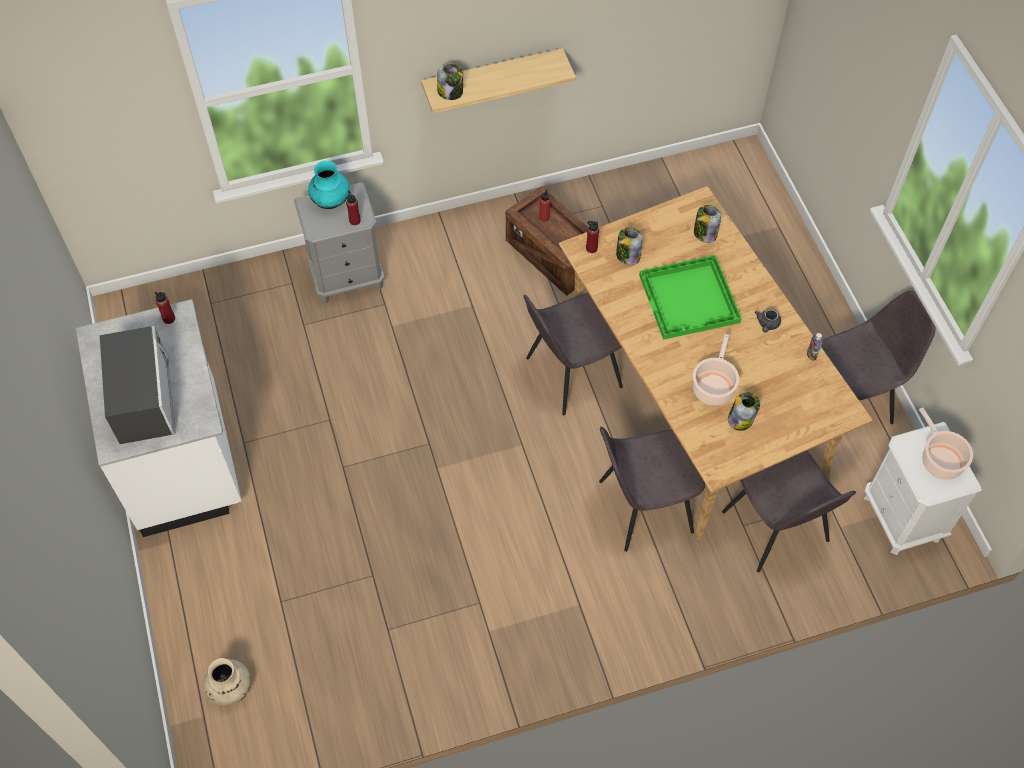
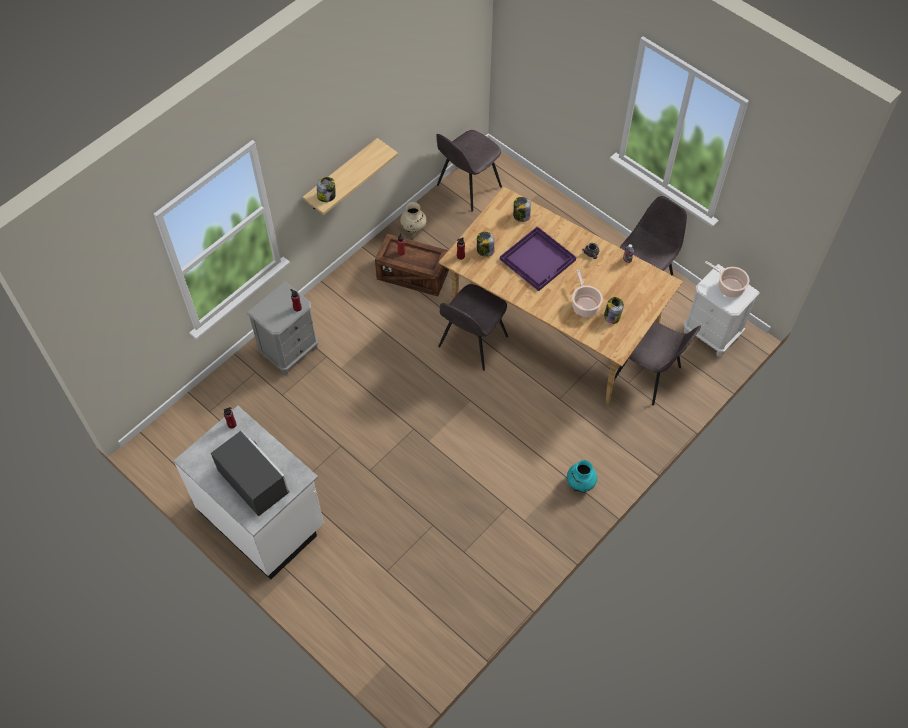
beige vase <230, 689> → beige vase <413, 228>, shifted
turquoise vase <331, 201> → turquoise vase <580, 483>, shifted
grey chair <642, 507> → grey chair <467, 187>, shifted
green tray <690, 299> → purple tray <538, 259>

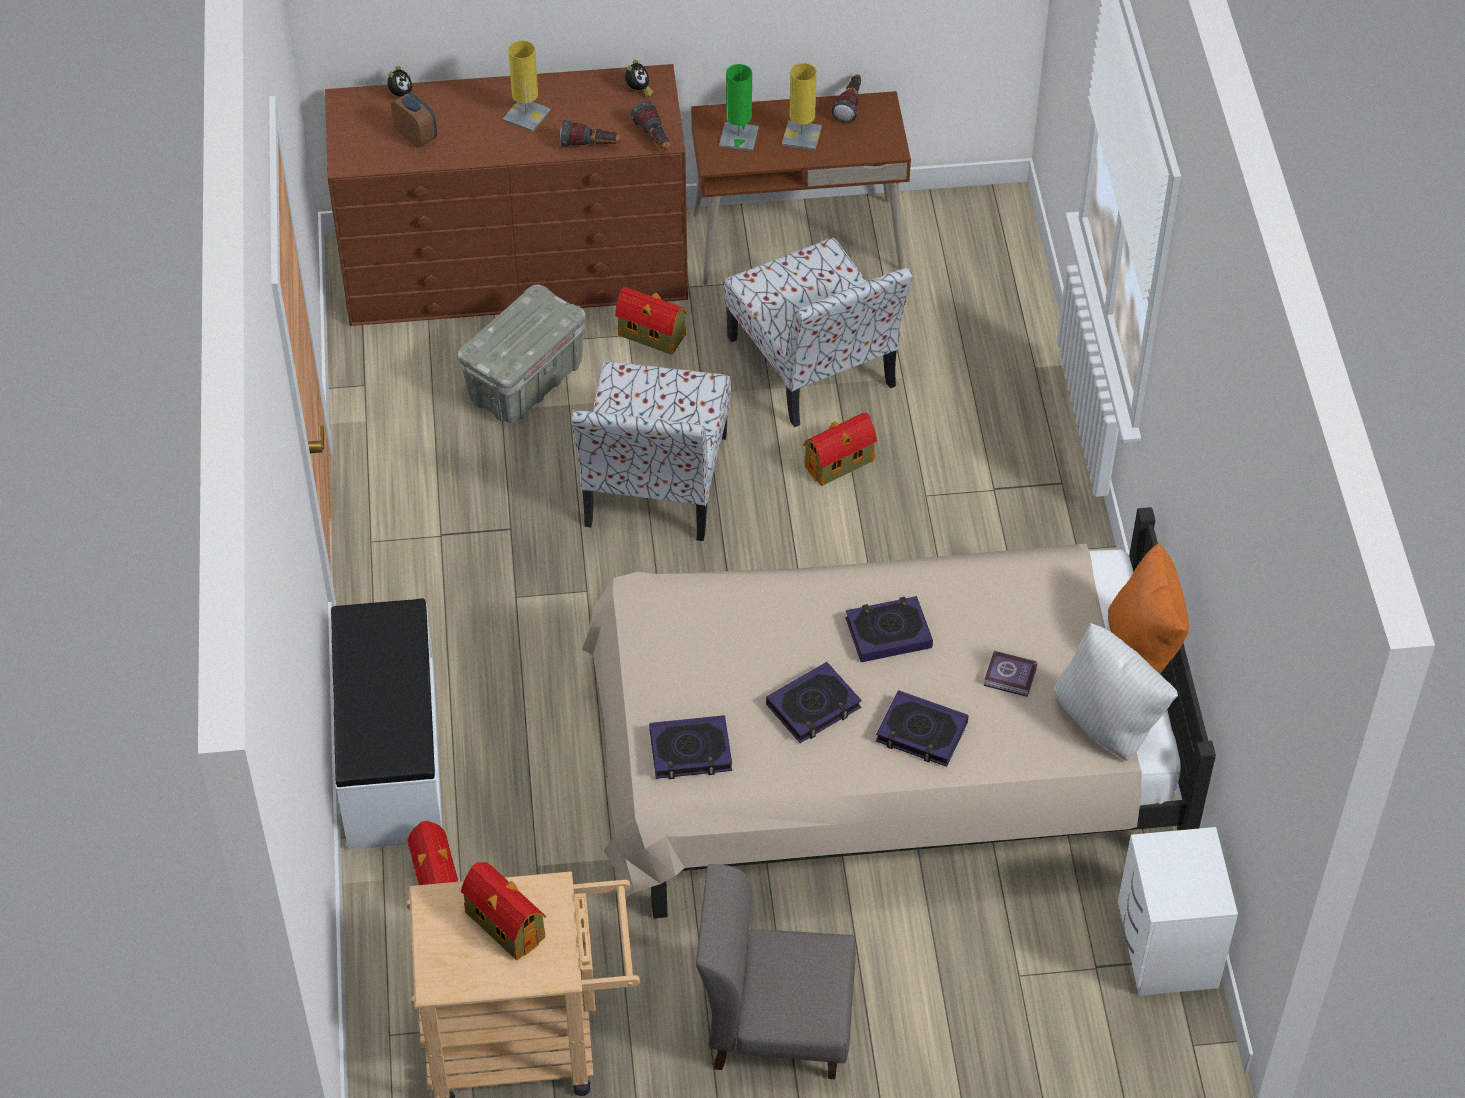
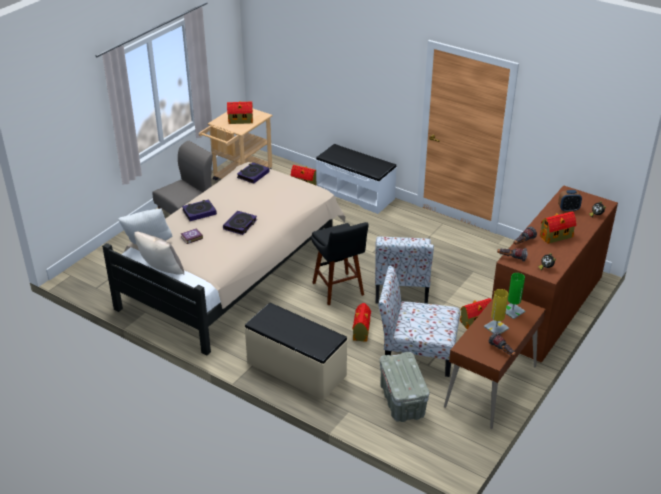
book <813, 707> → -
white nightstand <1166, 951> → -
- → beige bench <296, 369>
- → black stool <339, 290>
grey storage box <526, 381> → grey storage box <402, 401>, shifted
yellow table lamp <526, 115> → toy house <557, 236>
orange pillow <1142, 650> → beige pillow <161, 270>
chair <655, 483> → chair <401, 286>, 135 degrees counterclockwise

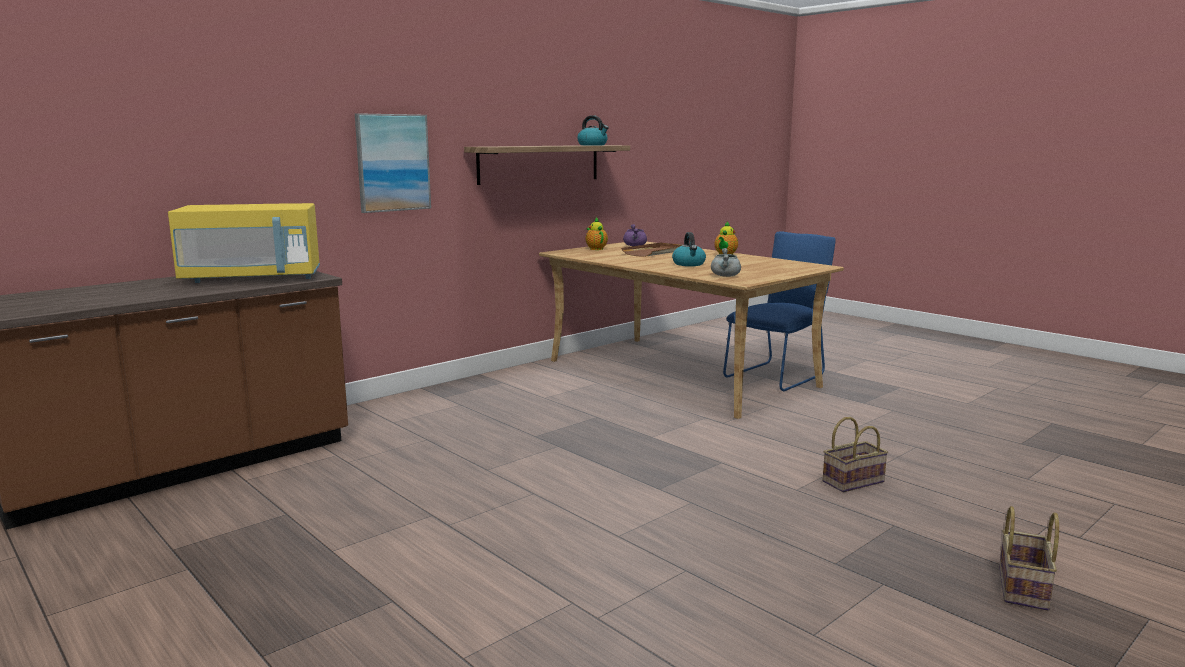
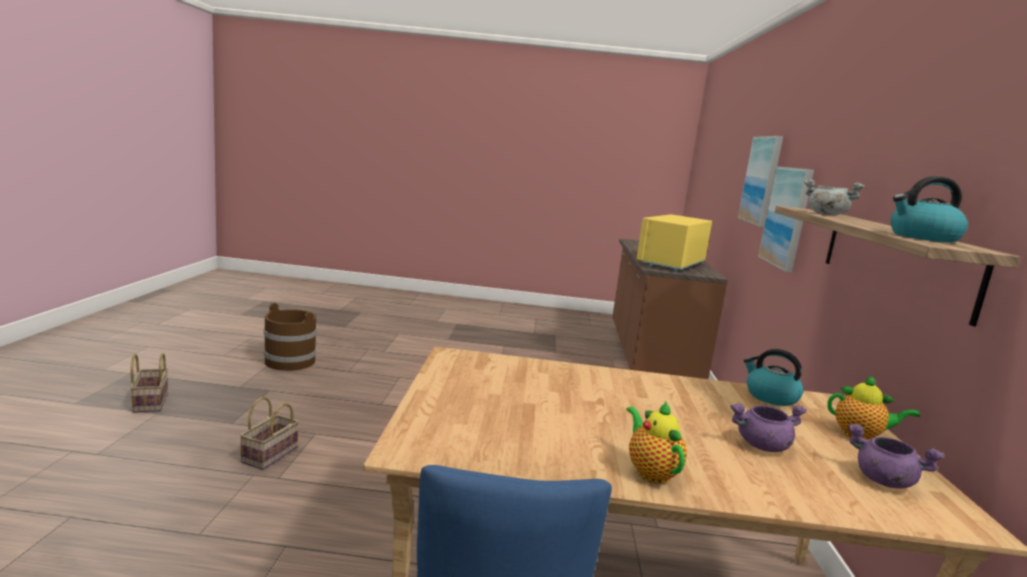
- → brown bucket <290, 361>
- → picture <761, 180>
kettle <689, 264> → kettle <770, 396>, shifted
grey cooking pot <725, 276> → grey cooking pot <825, 214>, shifted
brown tray <655, 252> → purple cooking pot <762, 446>

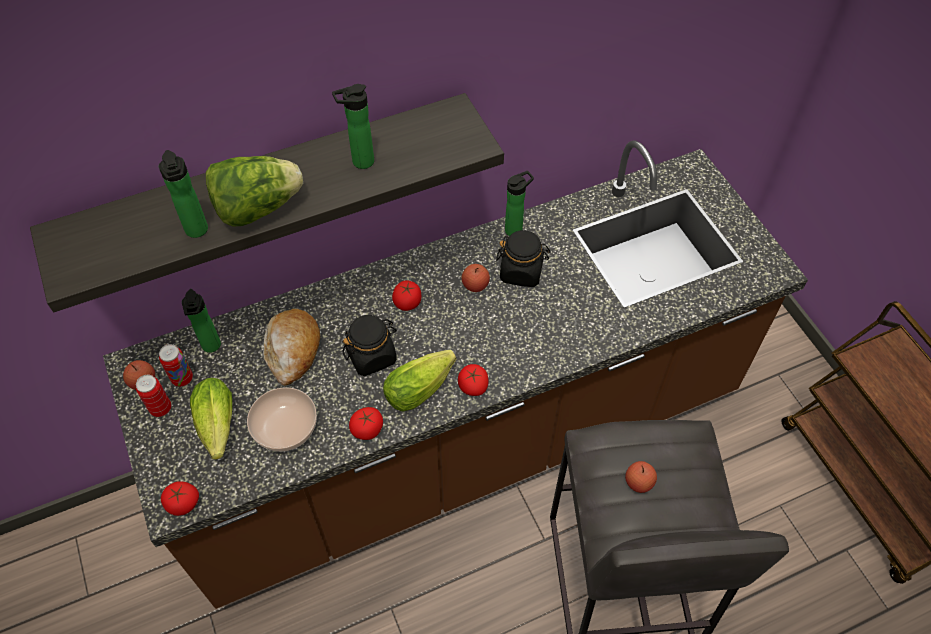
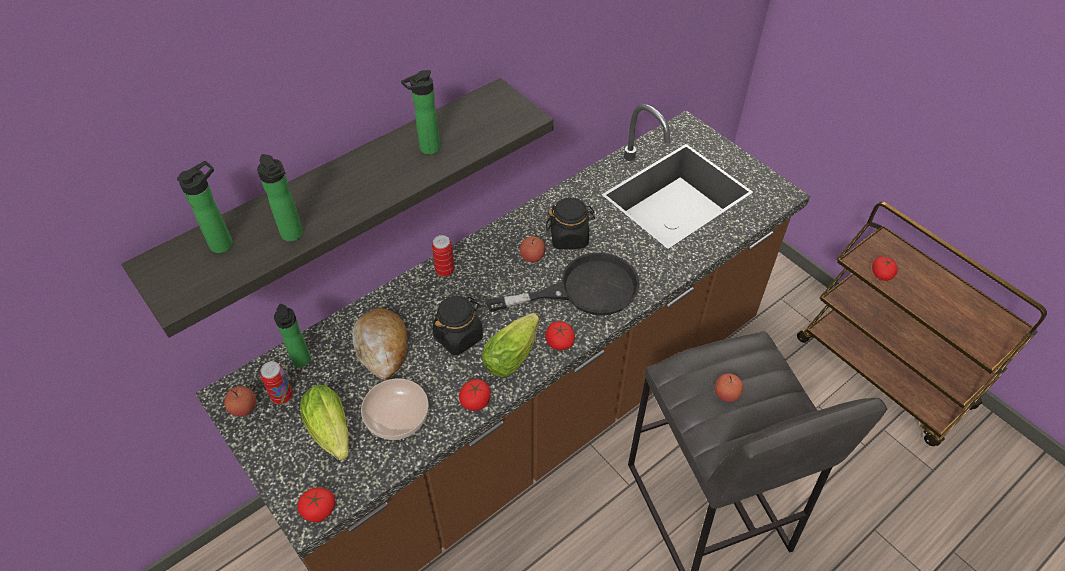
lettuce <257, 208> → -
- → black frying pan <584, 290>
can <161, 408> → can <445, 270>, shifted
tomato <407, 302> → tomato <881, 274>, shifted
bottle <516, 229> → bottle <224, 243>, shifted

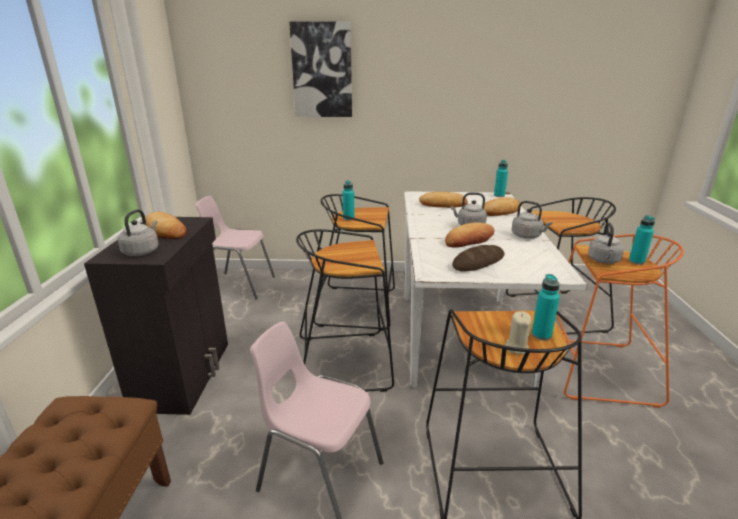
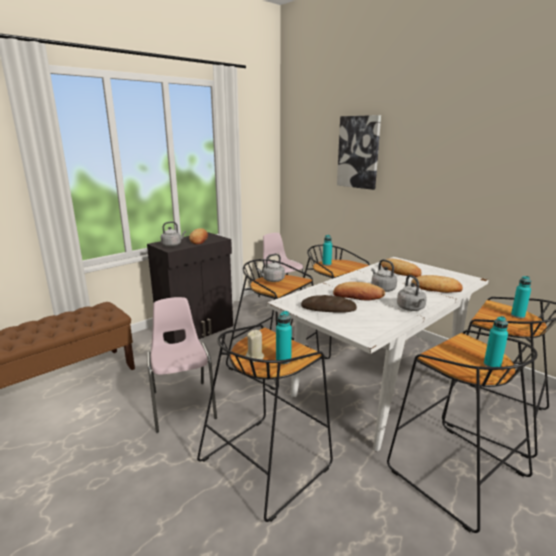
turquoise bottle <499, 195> → turquoise bottle <517, 315>, shifted
grey kettle <603, 261> → grey kettle <272, 280>, shifted
orange stool <596, 371> → black stool <453, 472>

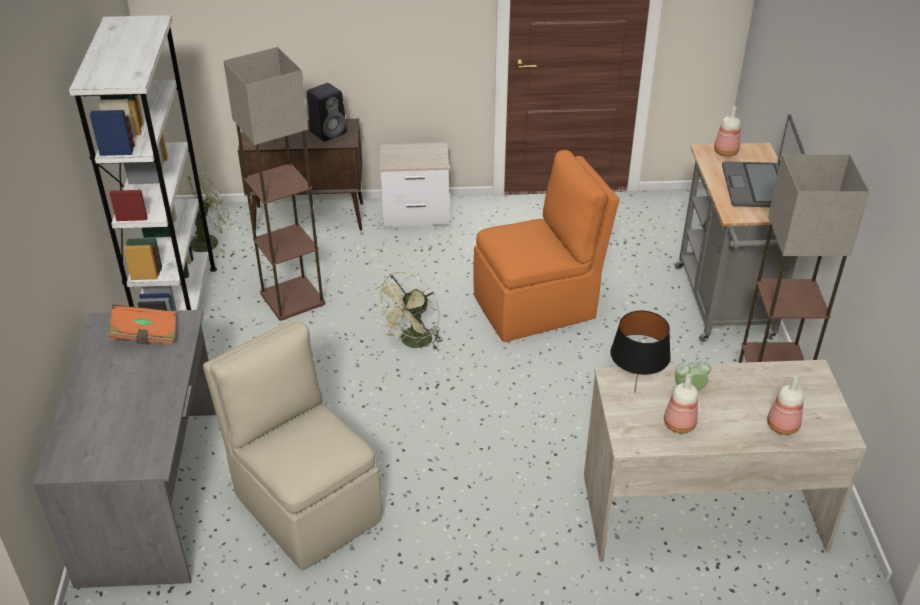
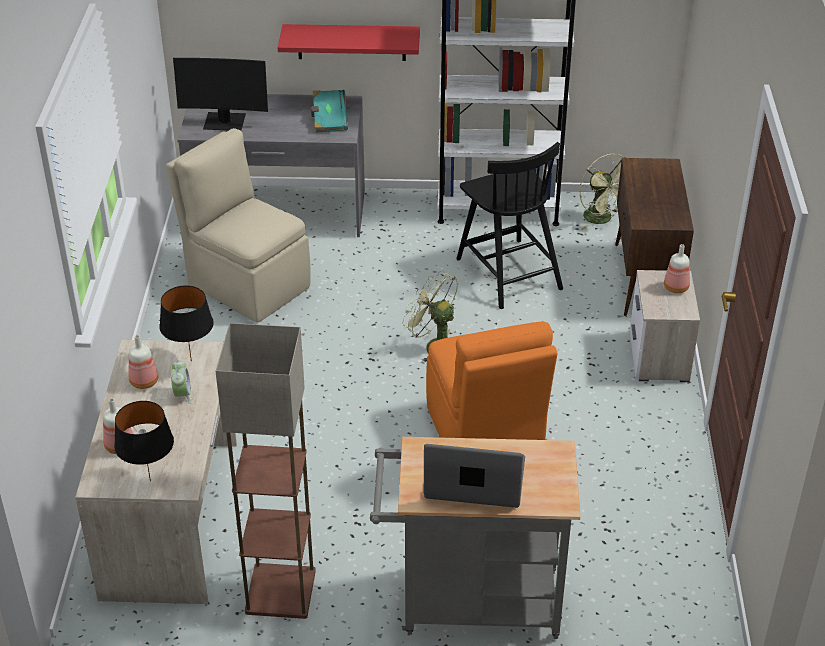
black speaker <329, 132> → -
- → black table lamp <149, 481>
- → monitor <225, 122>
- → red shelf <351, 42>
bottle <725, 151> → bottle <676, 287>, shifted
floor lamp <294, 299> → black chair <508, 272>
orange book <145, 335> → turquoise book <329, 120>
beige chair <306, 505> → beige chair <247, 283>, 105 degrees counterclockwise

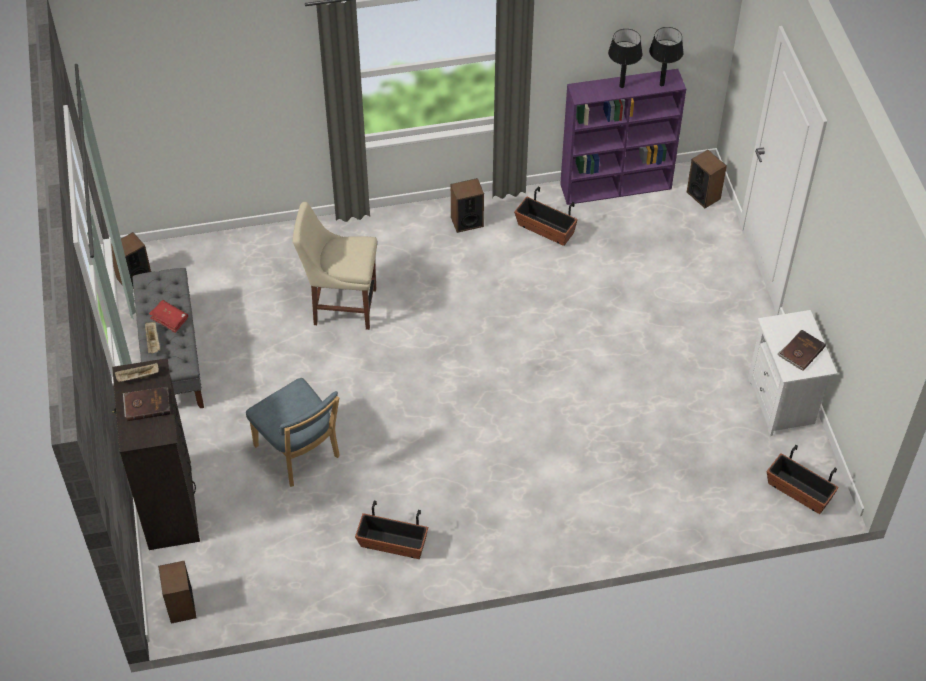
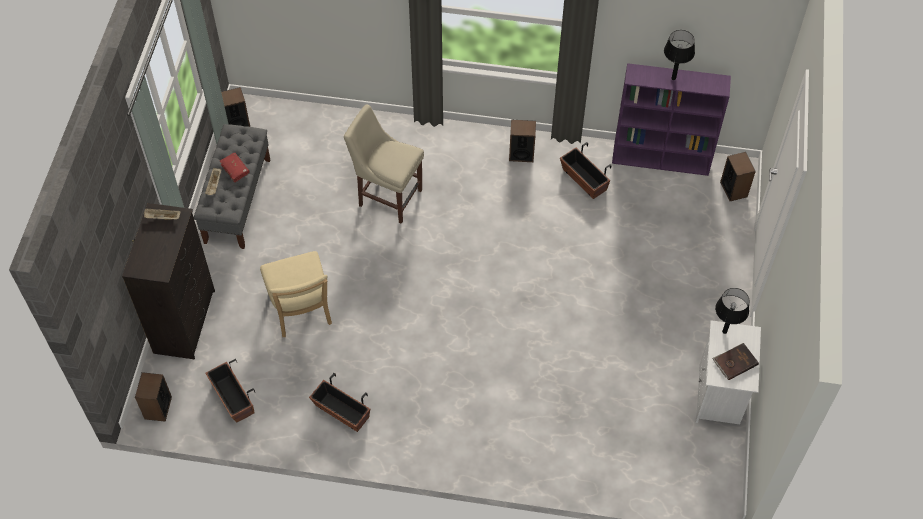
brown book <147, 404> → -
black table lamp <661, 84> → black table lamp <724, 331>, shifted
planter <799, 492> → planter <233, 398>, shifted
blue chair <299, 454> → beige chair <301, 312>

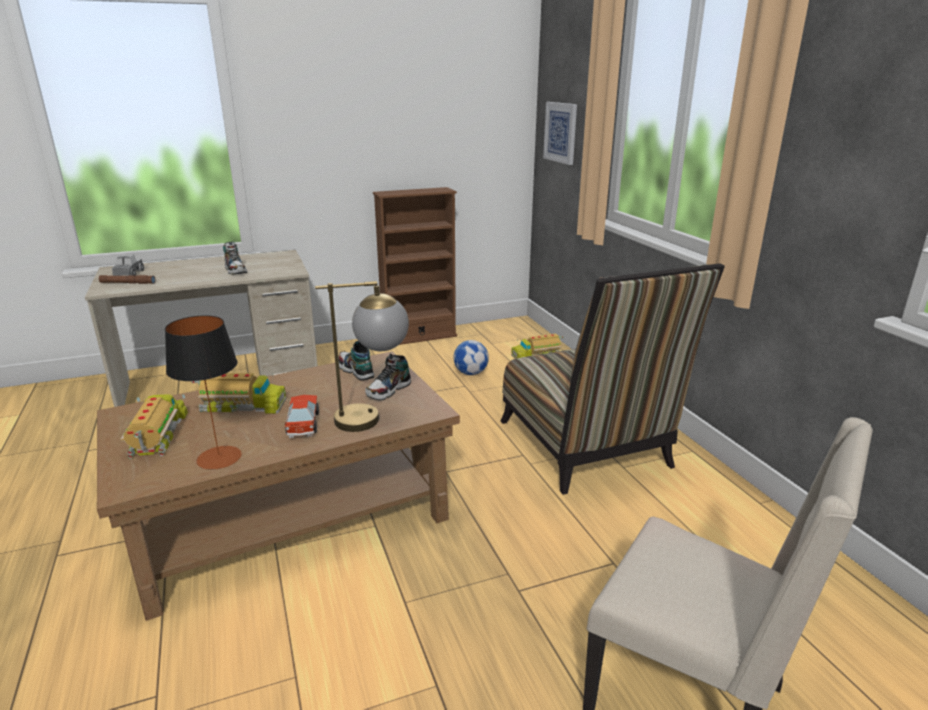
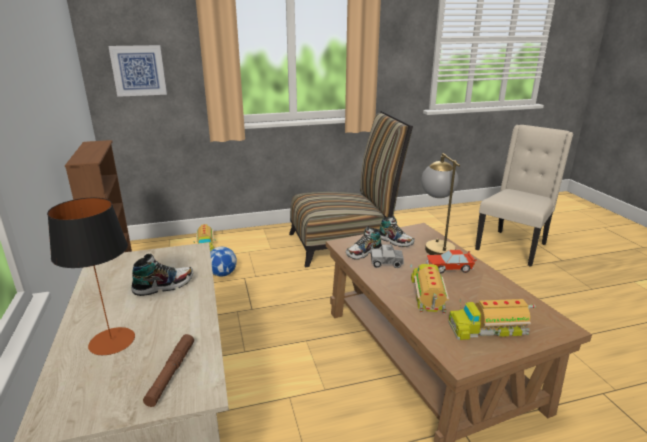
toy truck <129, 274> → toy truck <386, 263>, shifted
table lamp <219, 457> → table lamp <111, 341>, shifted

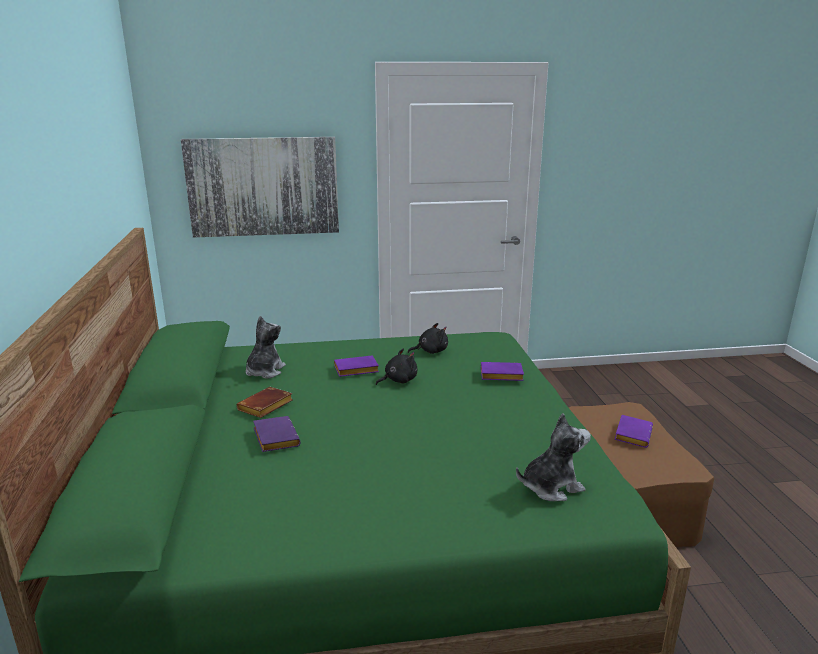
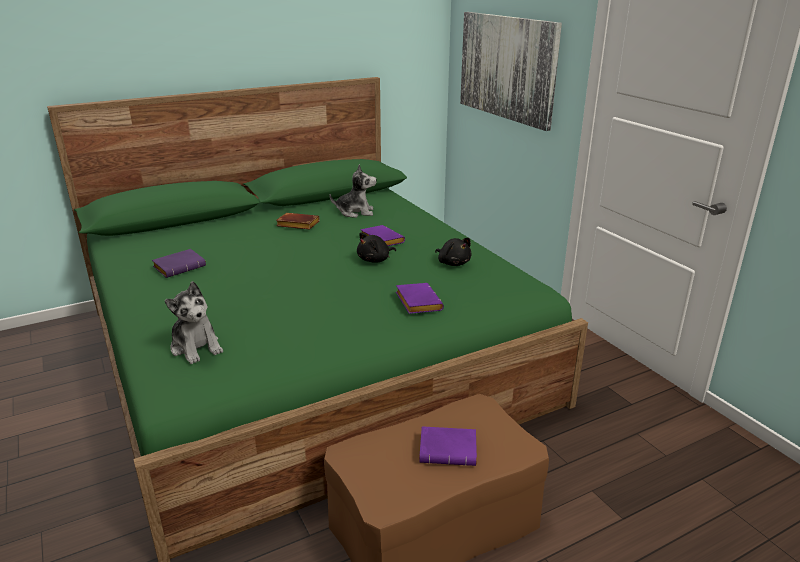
purple book <274, 438> → purple book <180, 267>, shifted
black plush toy <398, 380> → black plush toy <375, 260>, 105 degrees clockwise

